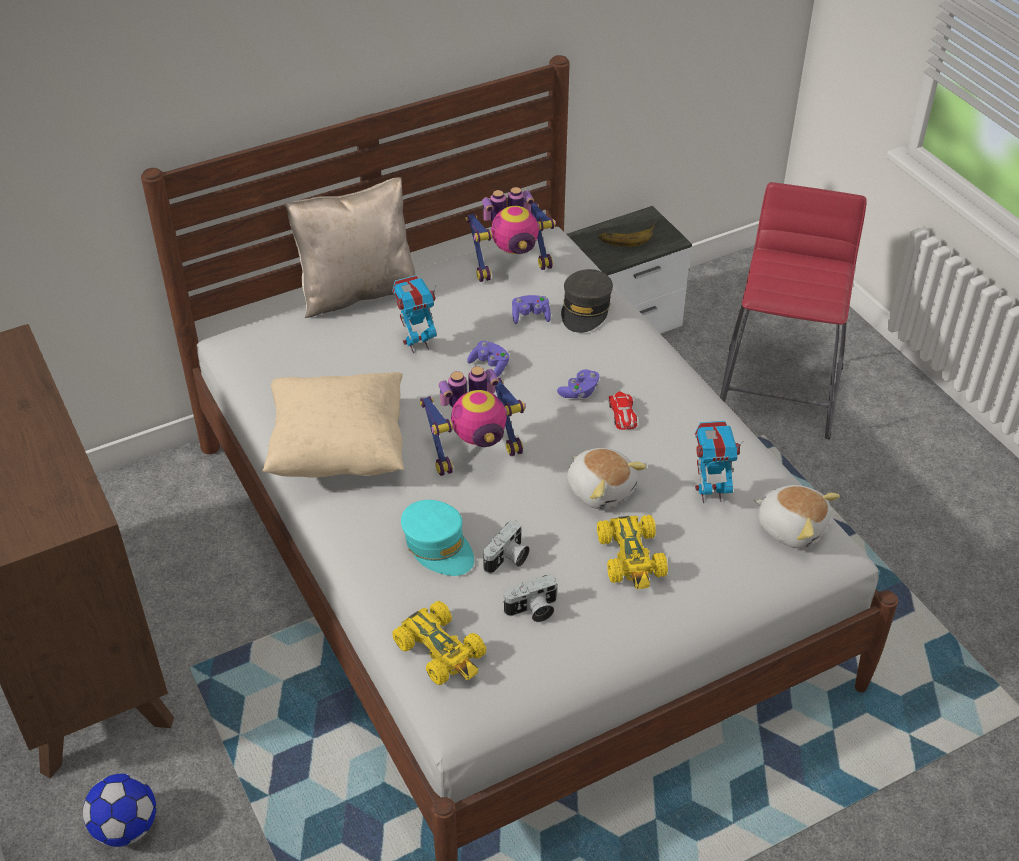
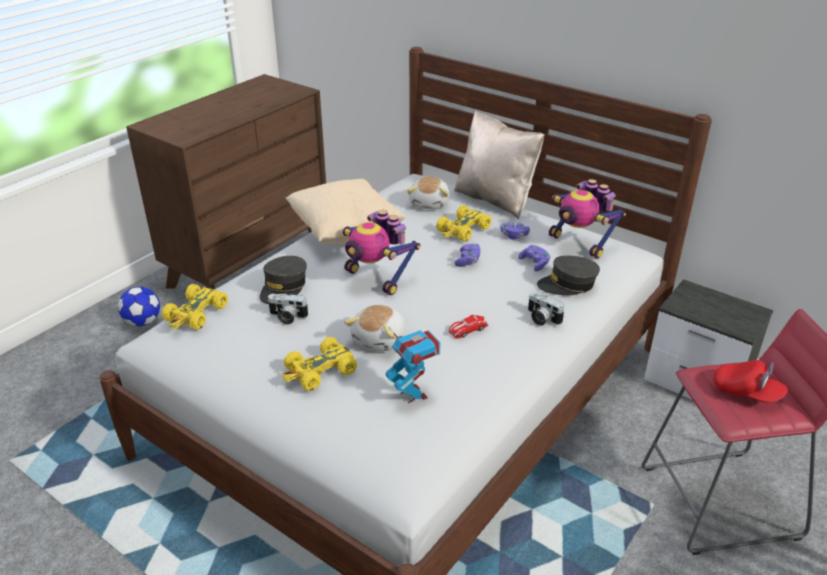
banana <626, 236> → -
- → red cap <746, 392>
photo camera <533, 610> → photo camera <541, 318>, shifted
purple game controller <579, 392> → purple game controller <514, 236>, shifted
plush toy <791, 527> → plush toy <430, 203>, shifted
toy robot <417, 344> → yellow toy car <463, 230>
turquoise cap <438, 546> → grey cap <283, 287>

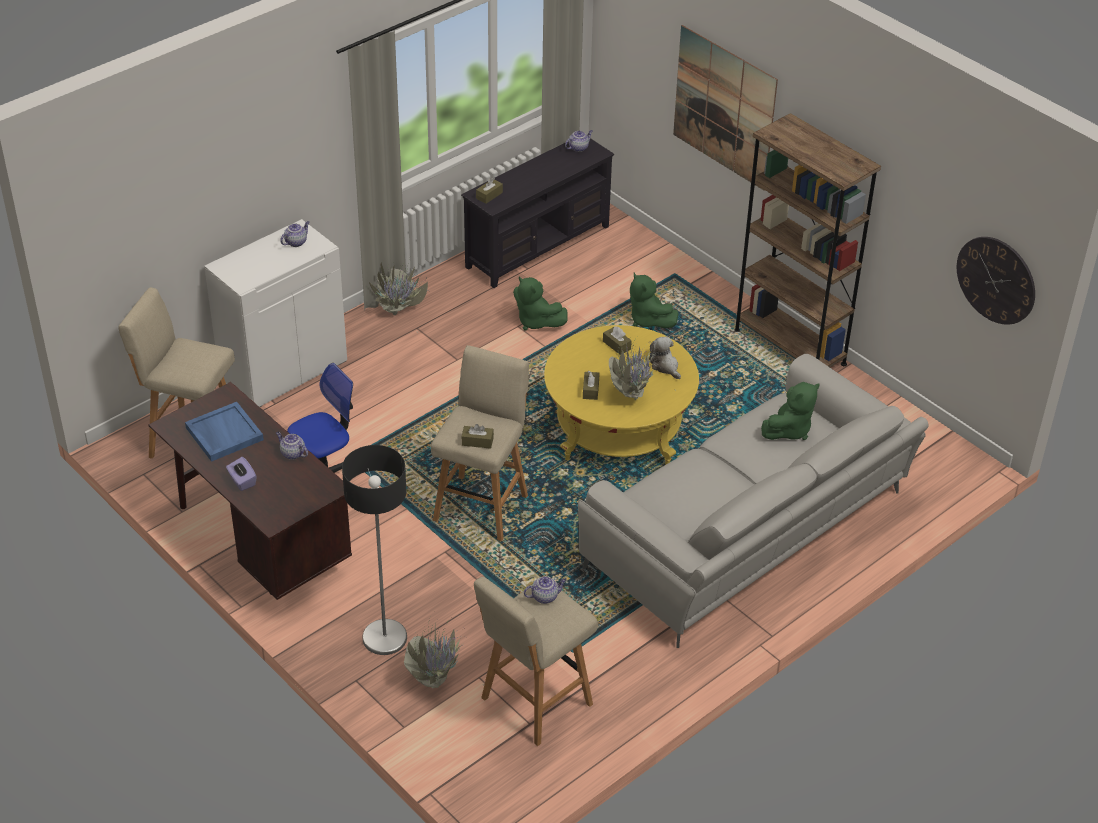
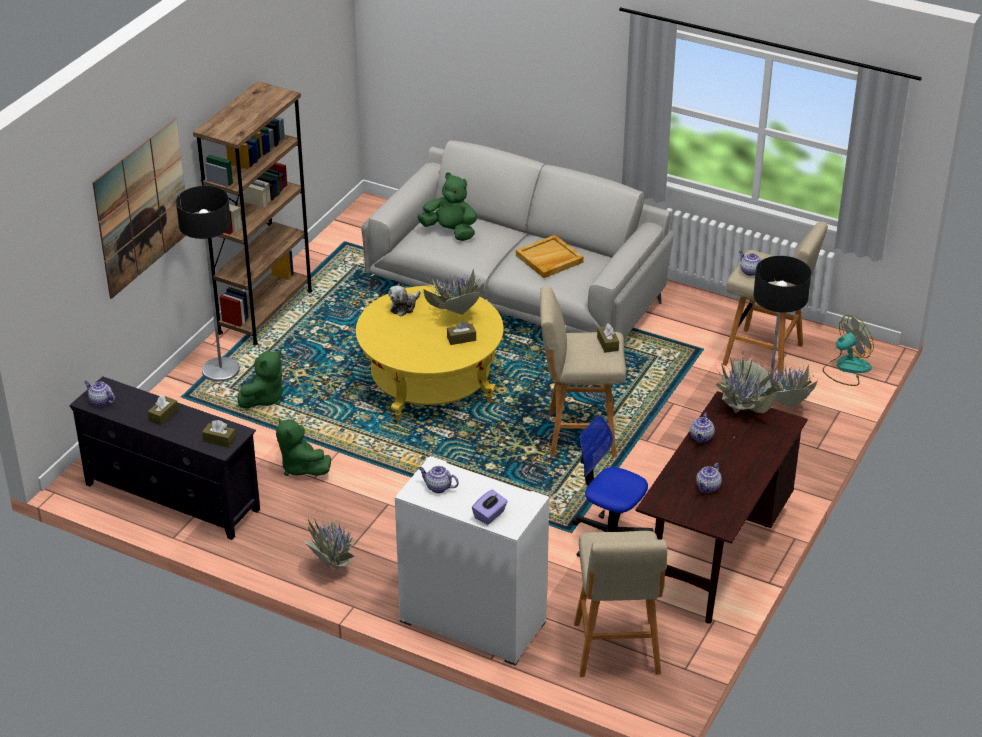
wall clock <996, 280> → -
- → floor lamp <220, 370>
- → beige tray <549, 259>
- → potted plant <743, 412>
- → fan <846, 368>
purple tissue box <242, 481> → purple tissue box <490, 515>, shifted
brown tissue box <616, 345> → brown tissue box <163, 415>, shifted
blue tray <223, 433> → teapot <708, 487>
green plush toy <536, 321> → green plush toy <301, 467>, 120 degrees clockwise

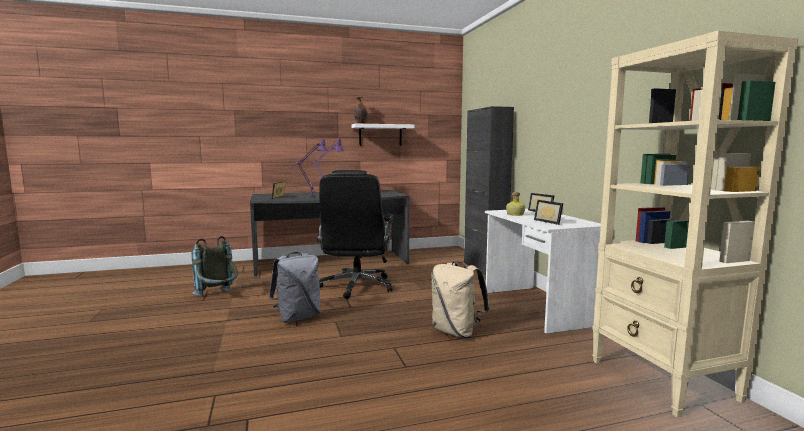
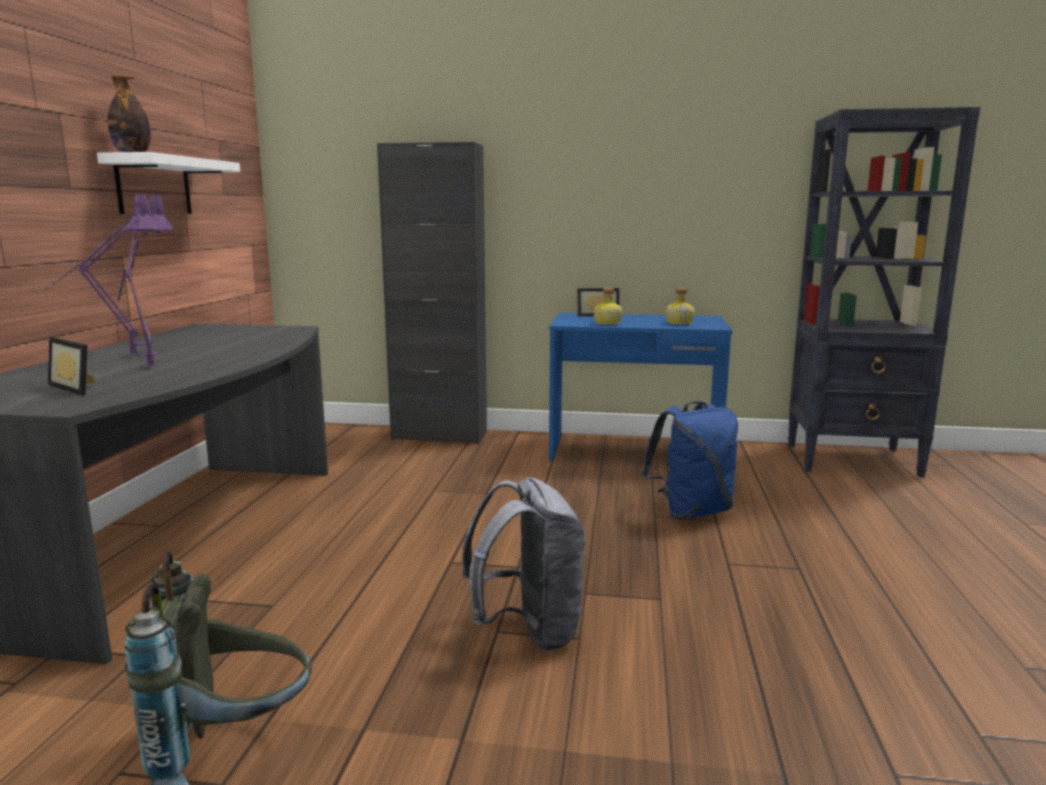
black office chair <356, 286> → -
picture frame <550, 222> → bottle <680, 323>
beige backpack <456, 332> → blue backpack <691, 511>
white desk <536, 307> → blue desk <634, 451>
beige bookcase <663, 381> → black bookcase <853, 460>

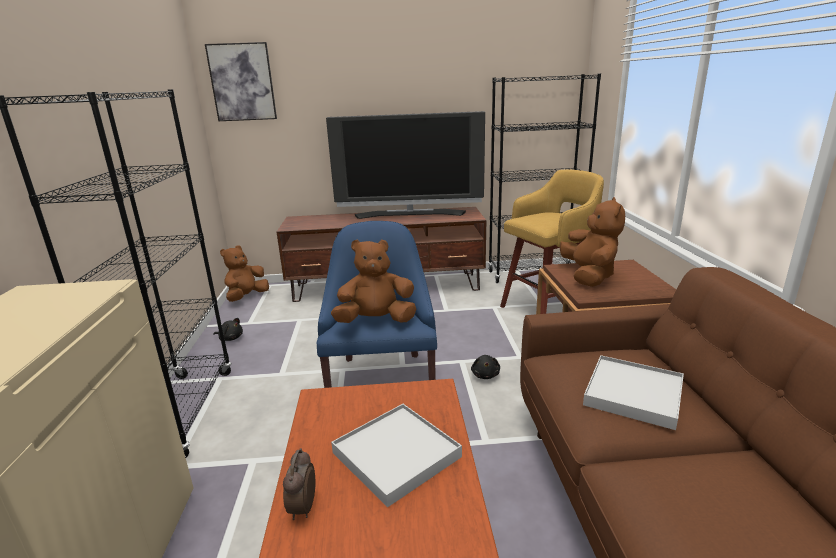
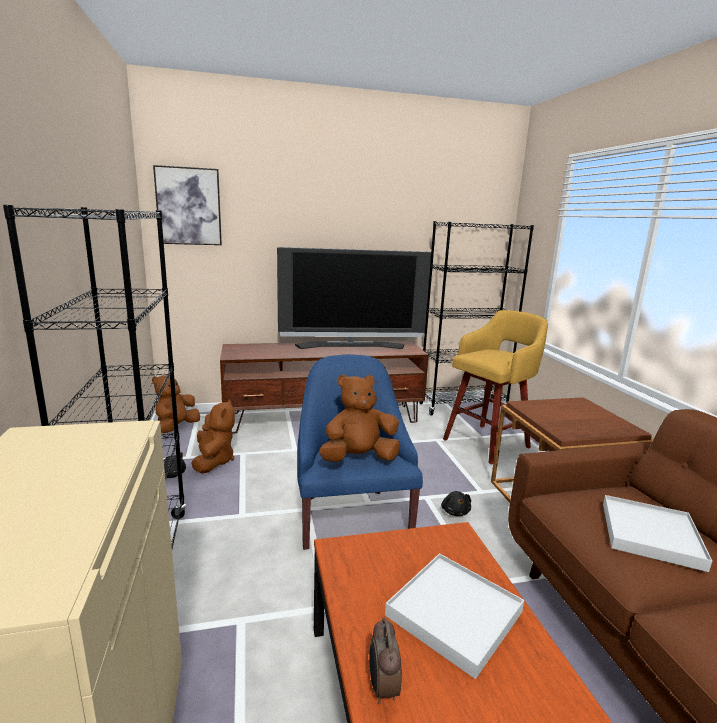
brown plush toy <589, 276> → brown plush toy <213, 461>, shifted

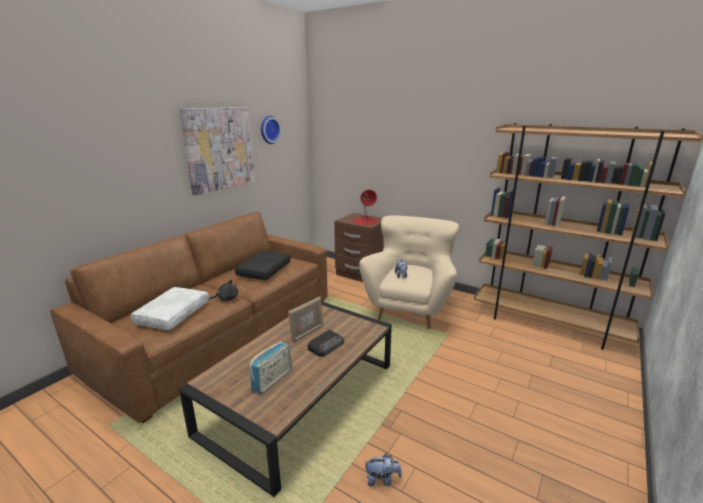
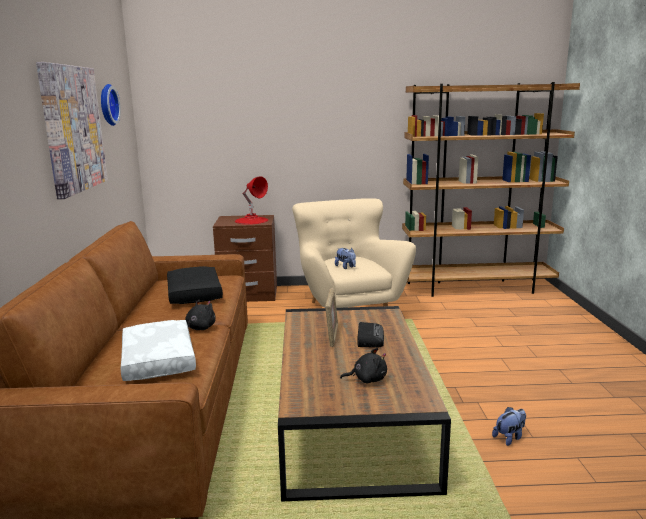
radio <272, 380> → black plush toy <367, 379>

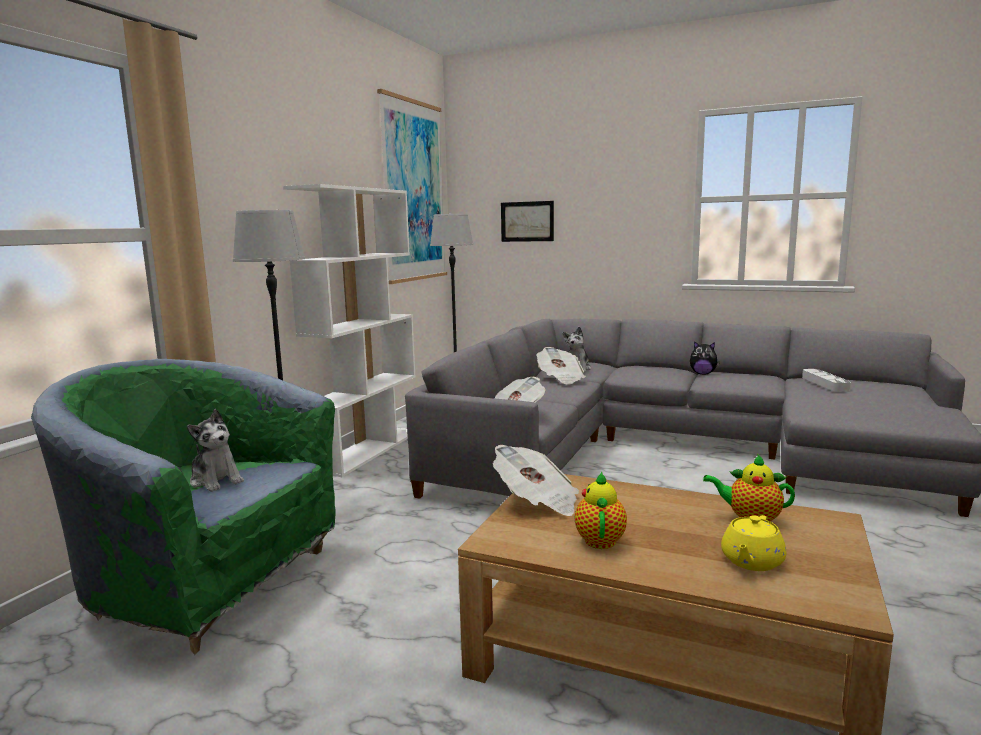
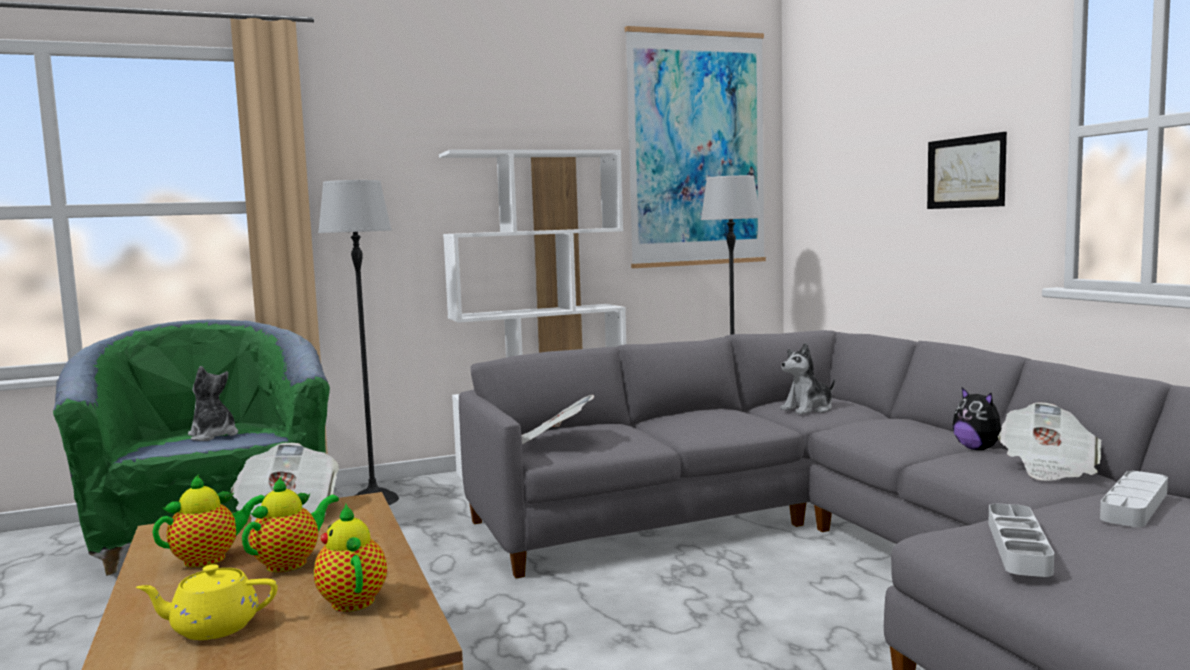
- → teapot <291, 563>
- → grey tray <1018, 546>
picture <527, 221> → picture <965, 172>, shifted
newspaper <560, 379> → newspaper <1048, 468>, shifted
plush toy <216, 480> → plush toy <213, 436>, 135 degrees clockwise

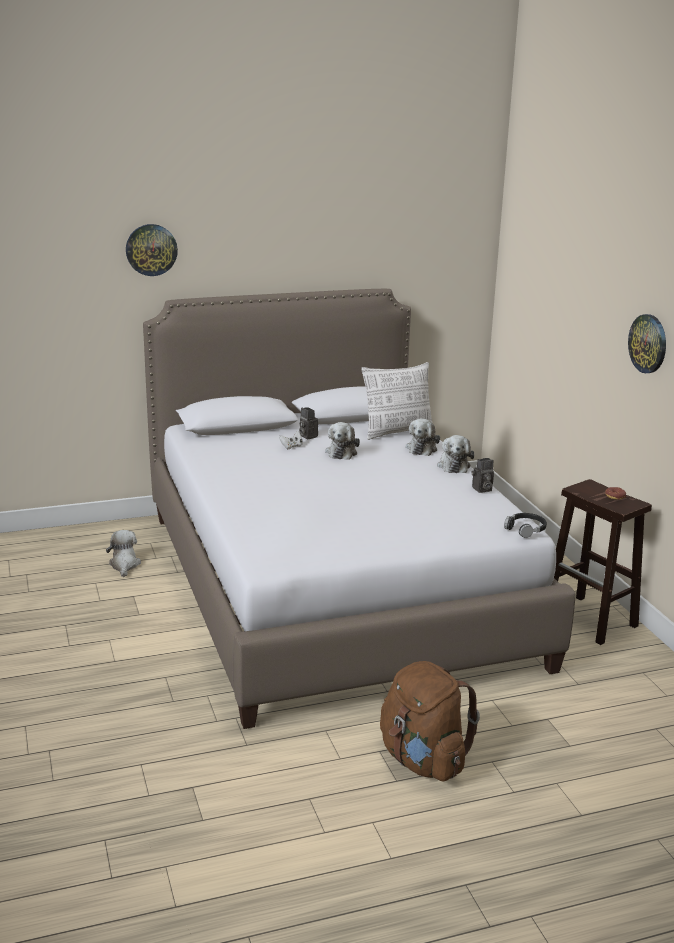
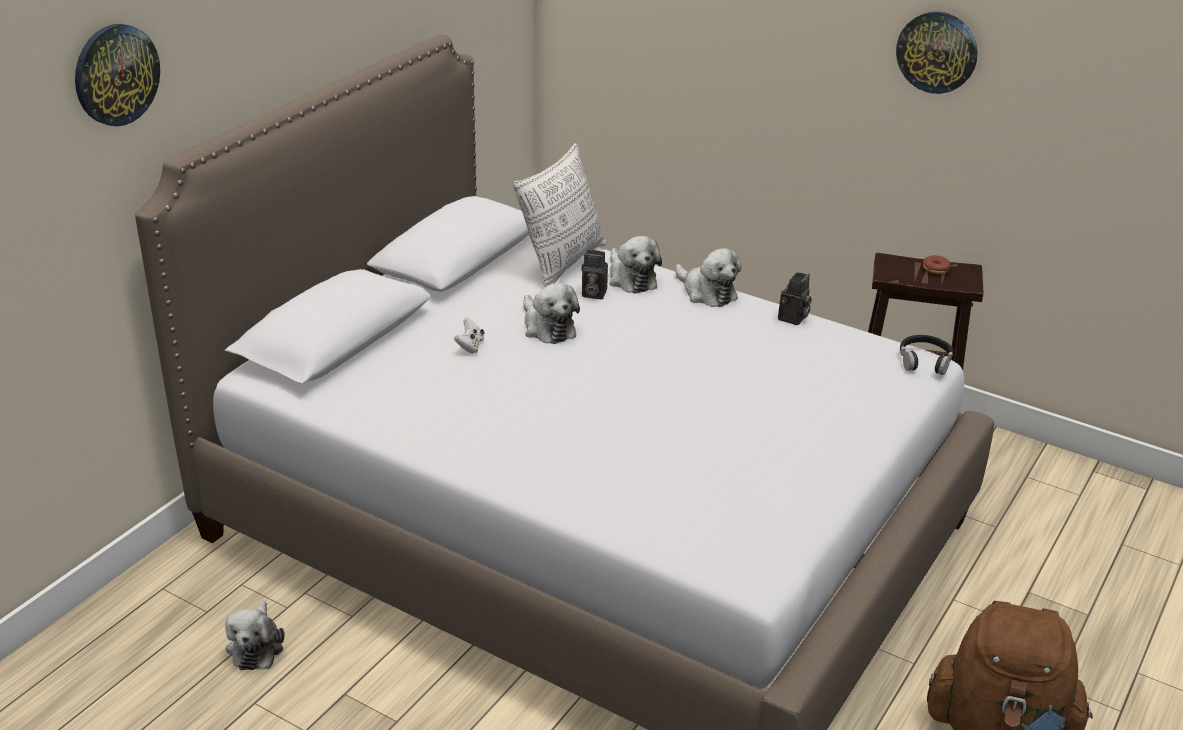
photo camera <307, 436> → photo camera <592, 293>, shifted
plush toy <124, 565> → plush toy <256, 646>, 135 degrees counterclockwise

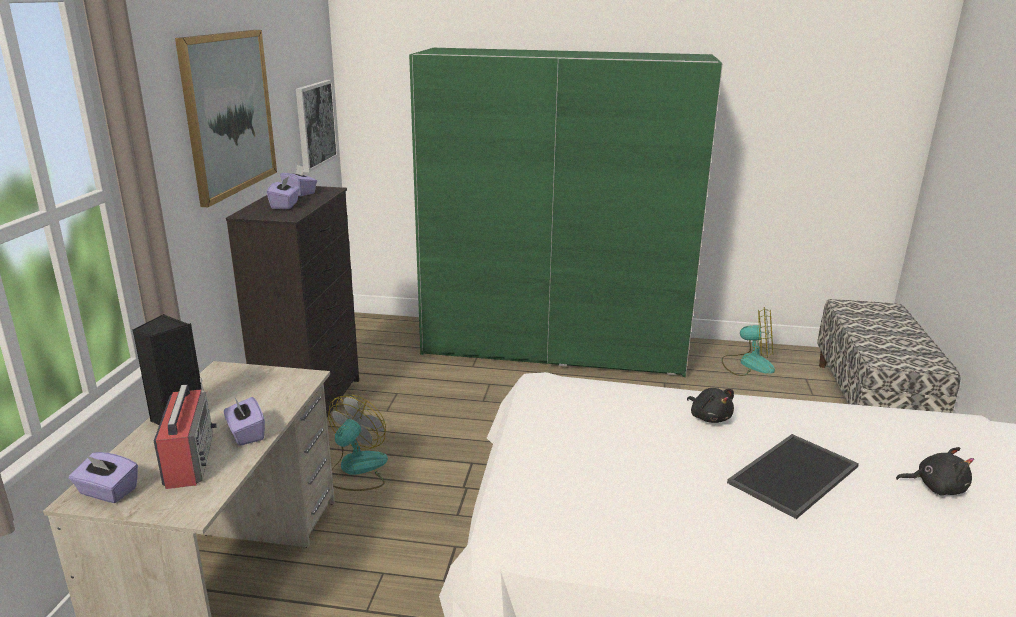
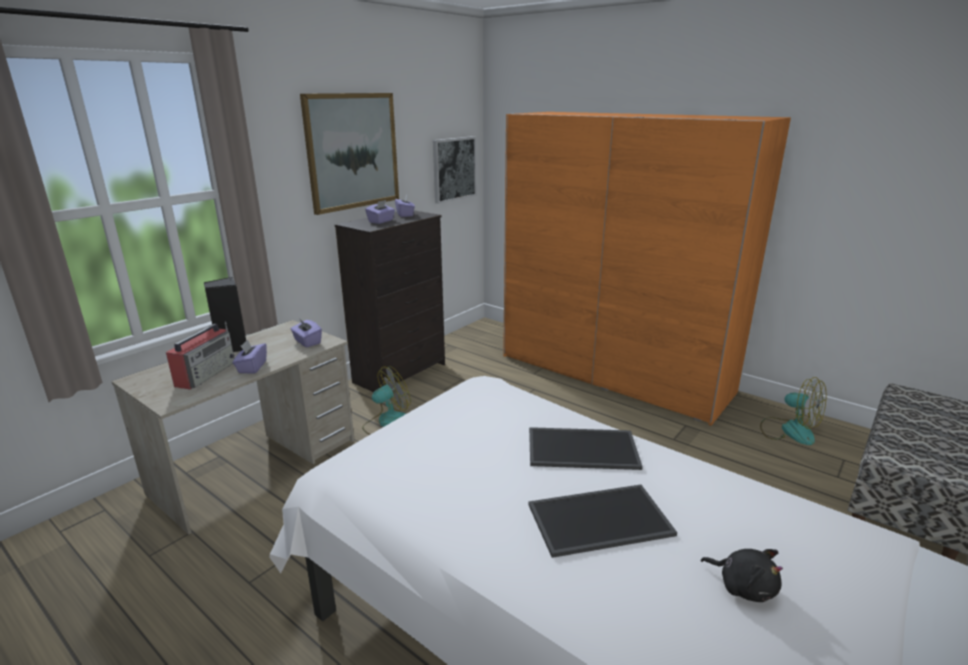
purple tissue box <107, 492> → purple tissue box <307, 342>, shifted
black plush toy <709, 417> → tray <583, 448>
green wardrobe <554, 347> → orange wardrobe <613, 374>

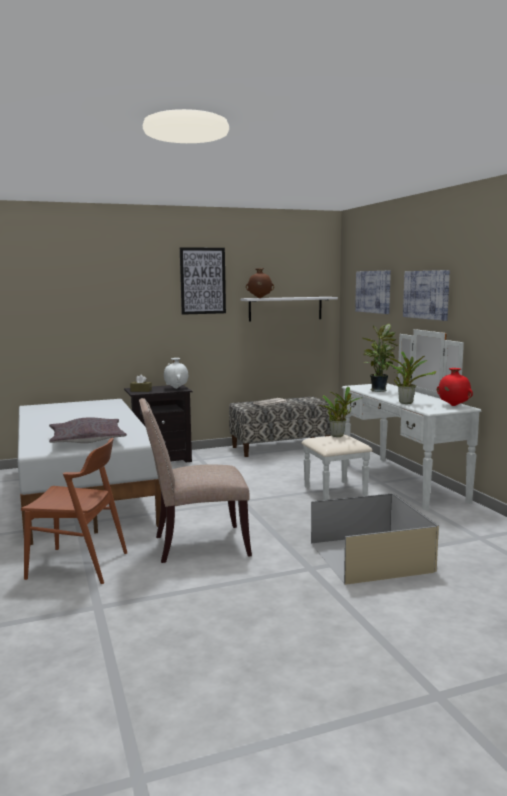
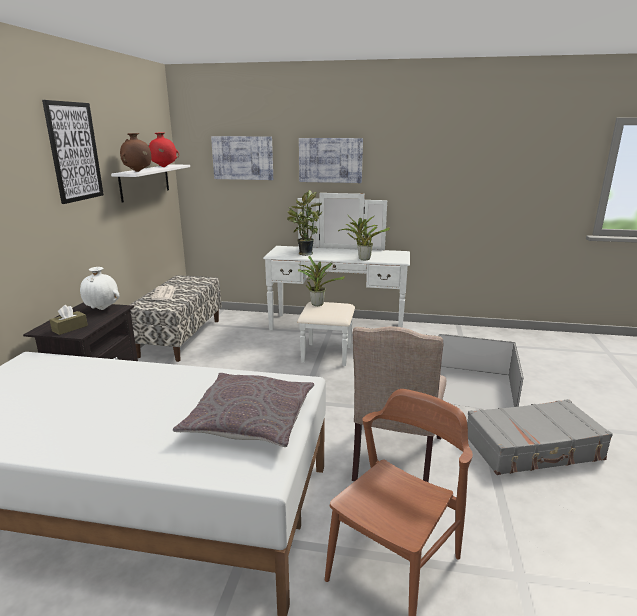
- → grey suitcase <533, 448>
red vase <453, 406> → red vase <163, 167>, shifted

